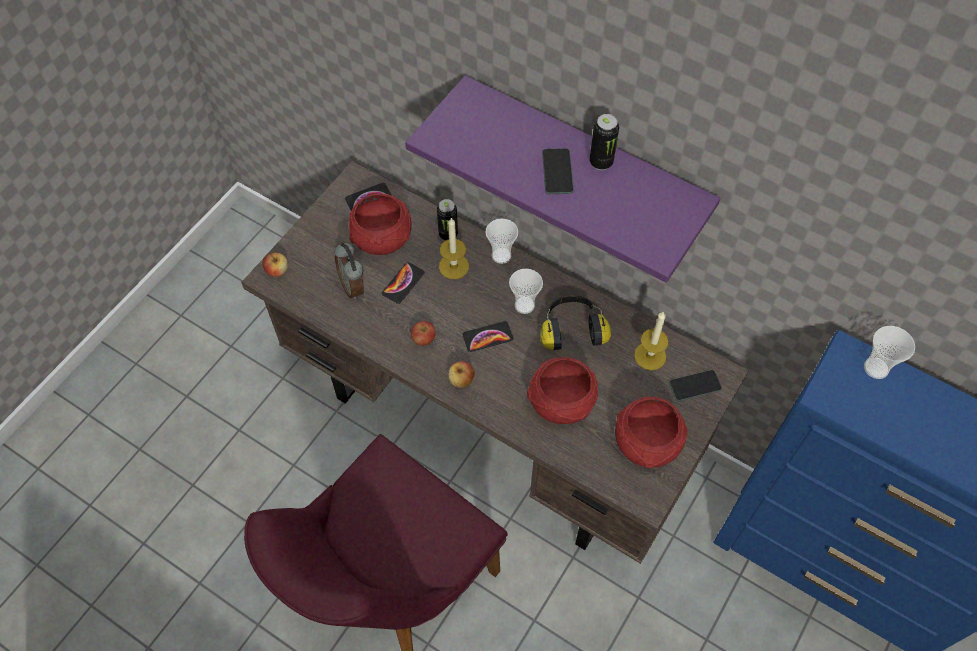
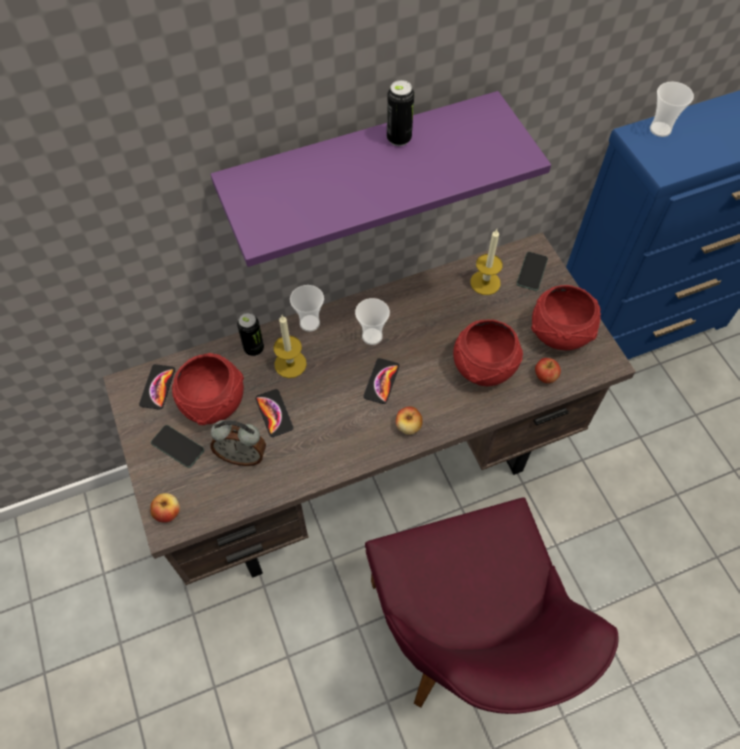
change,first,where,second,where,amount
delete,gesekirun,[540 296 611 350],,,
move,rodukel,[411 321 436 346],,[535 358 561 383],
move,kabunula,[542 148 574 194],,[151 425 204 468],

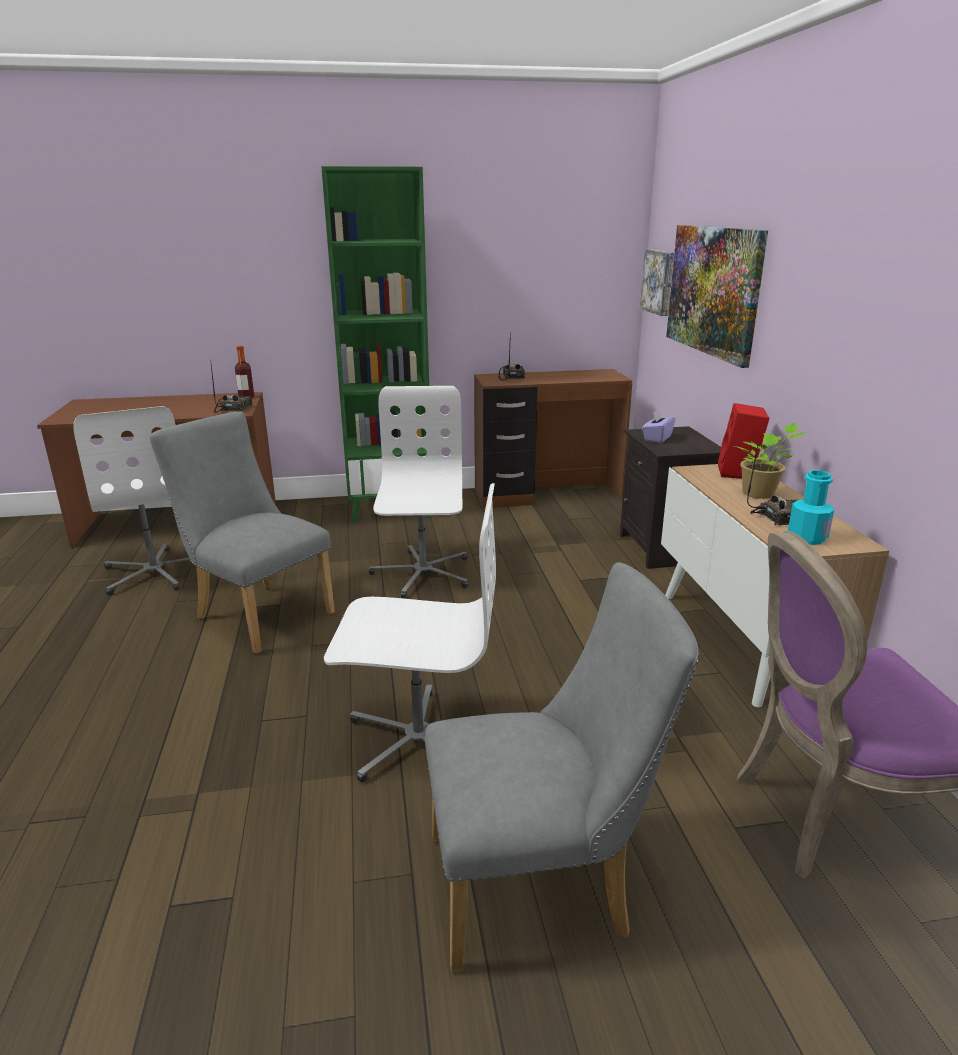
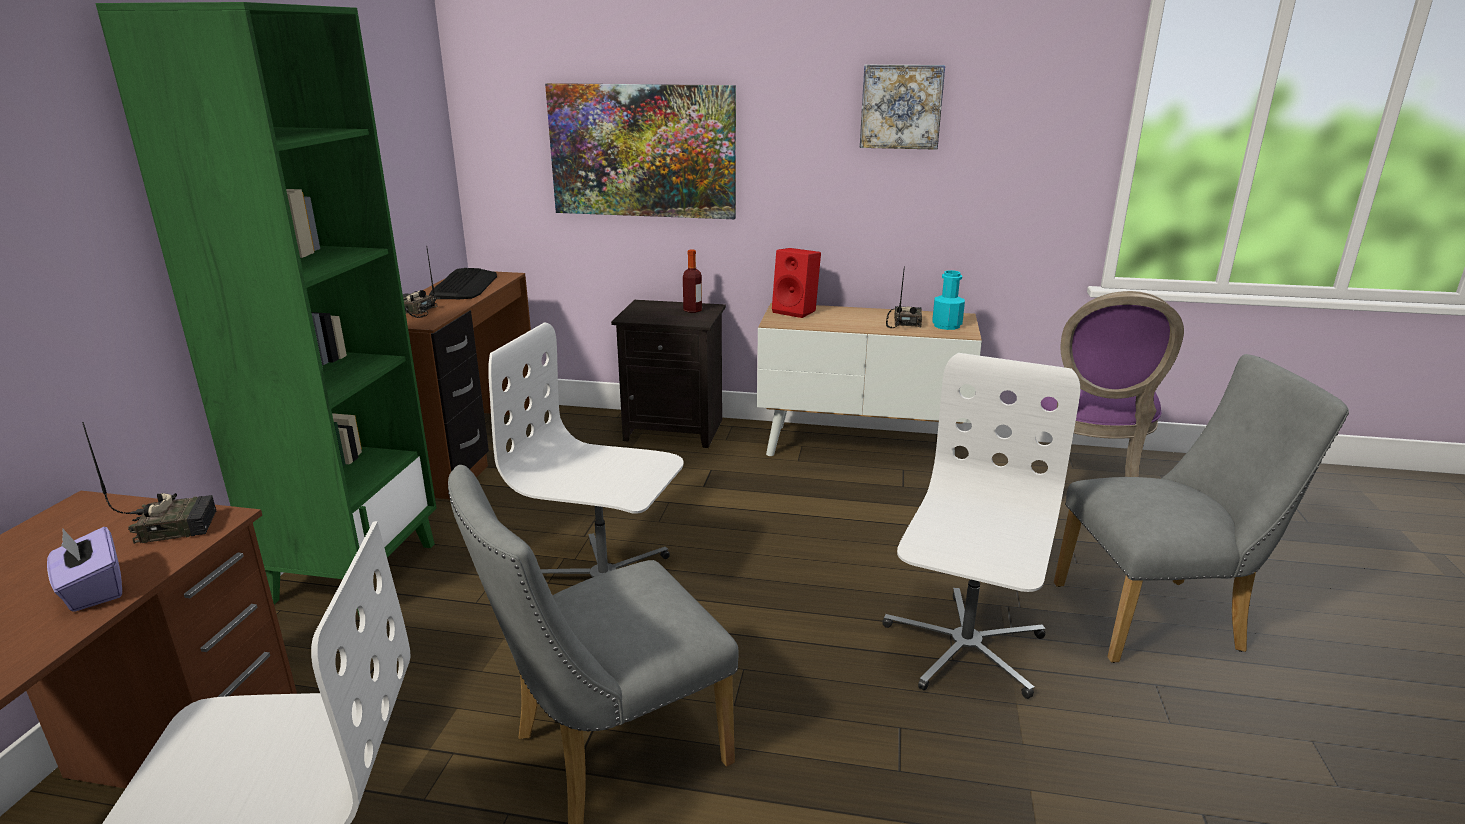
change,first,where,second,where,amount
delete,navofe,[735 423 805 499],,,
insert,,,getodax,[429 268 497 299],
move,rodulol,[235 346 254 398],,[683 250 702 313],
move,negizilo,[640 249 674 316],,[860 64 945 150],
move,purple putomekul,[642 409 675 443],,[47 527 122 612],
rotate,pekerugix,[210 360 253 413],,[82 422 216 544],135 degrees clockwise
rotate,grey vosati,[425 562 699 972],,[1054 354 1349 663],75 degrees clockwise

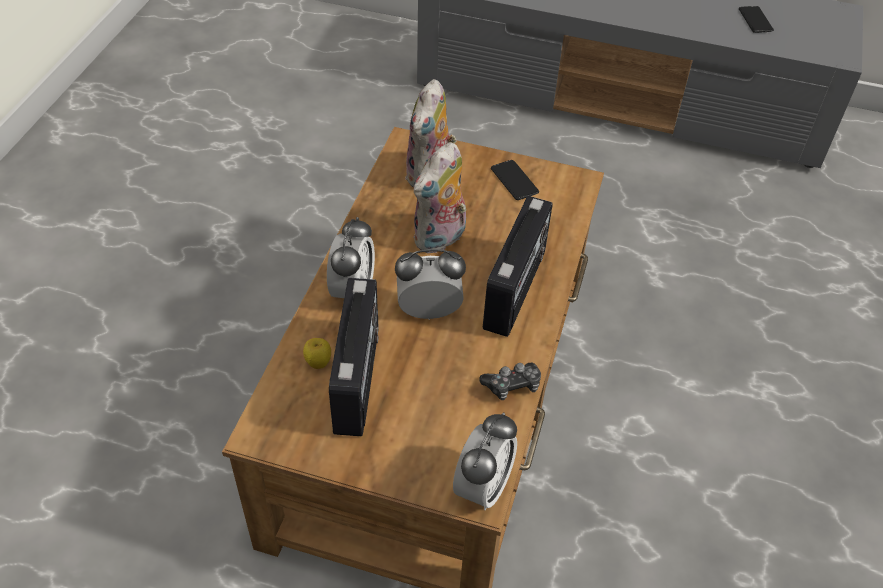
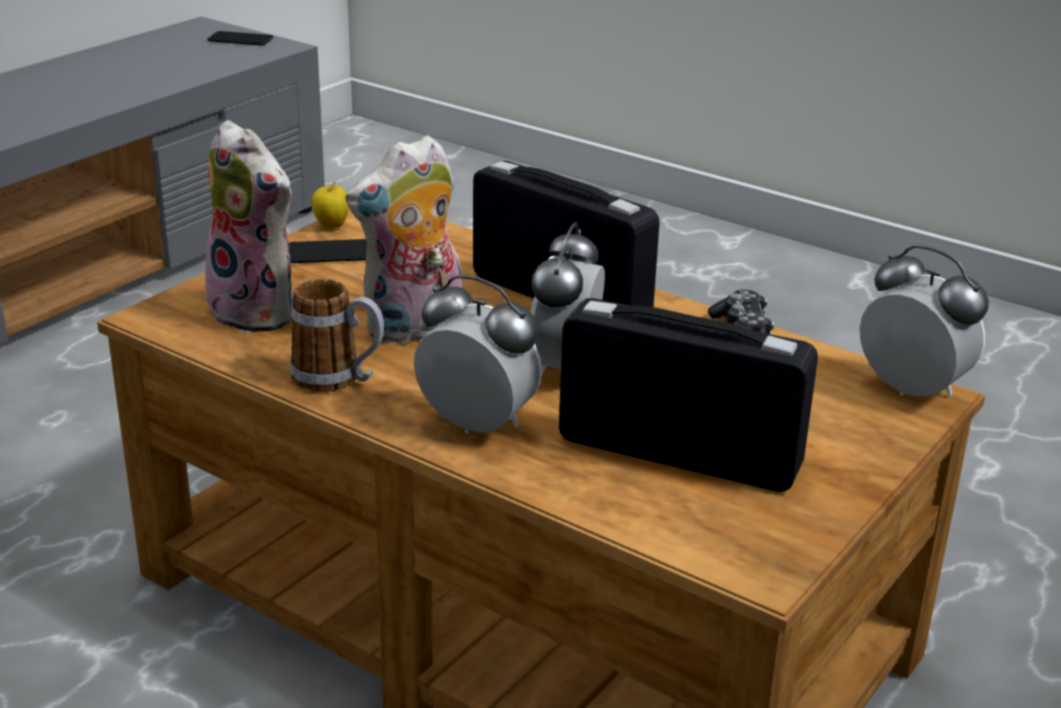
change,first,where,second,where,amount
insert,,,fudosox,[290 279 384 392],
move,rodukel,[303 338 331 369],,[311 181 349 229],
move,kabunula,[739 6 774 33],,[207 31 274 46],
rotate,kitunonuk,[413 142 466 254],,[345 135 462 344],90 degrees clockwise

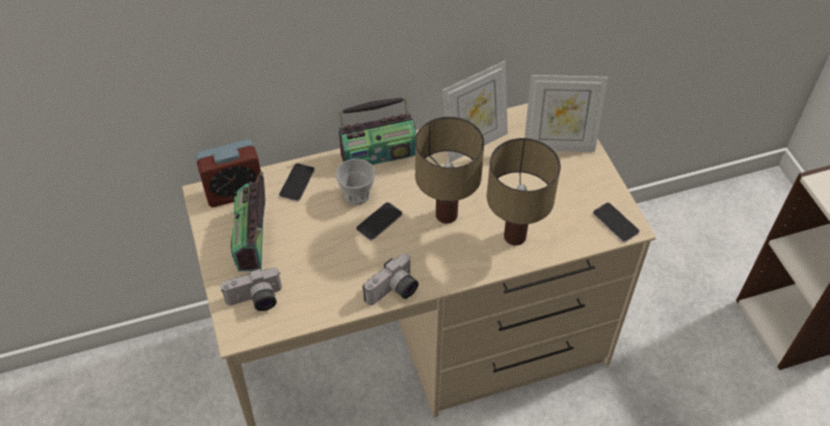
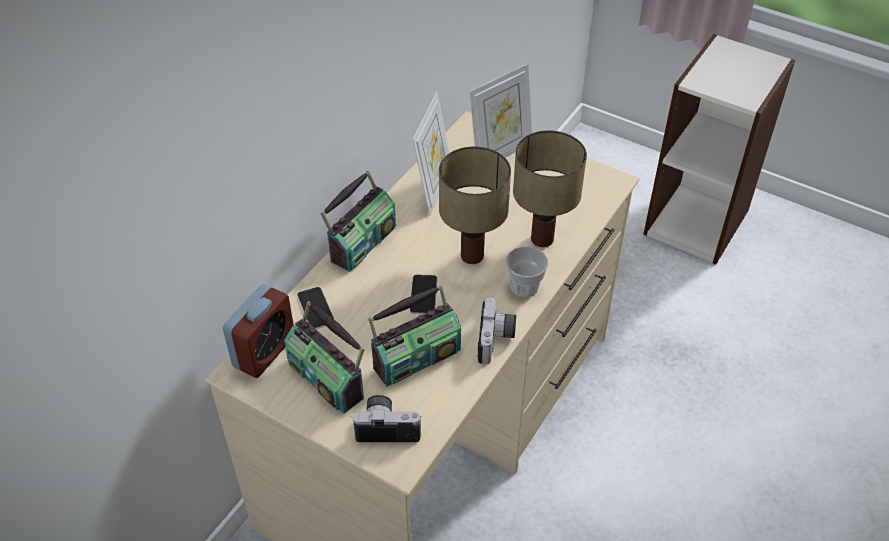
change,first,where,second,where,amount
delete,kabunula,[593 202 640 242],,,
insert,,,pekerugix,[368 285 461 387],
move,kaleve,[336 159 375 205],,[506 246 548 297],
rotate,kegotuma,[221 267 282 311],,[351 395 422 442],120 degrees counterclockwise

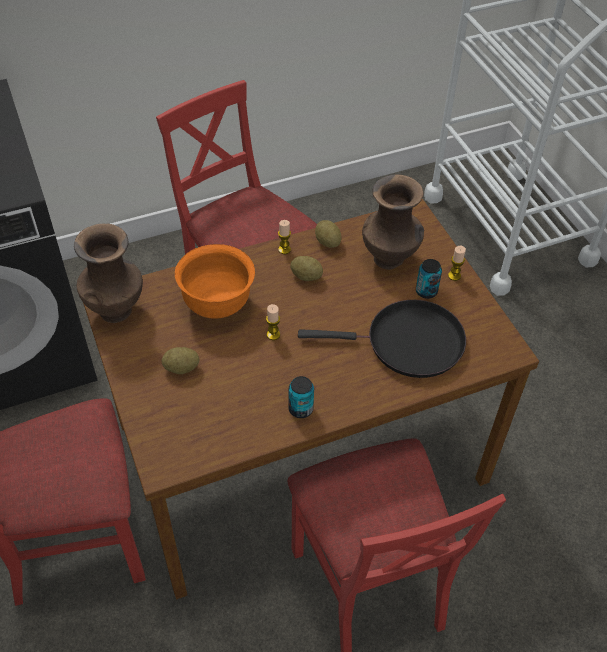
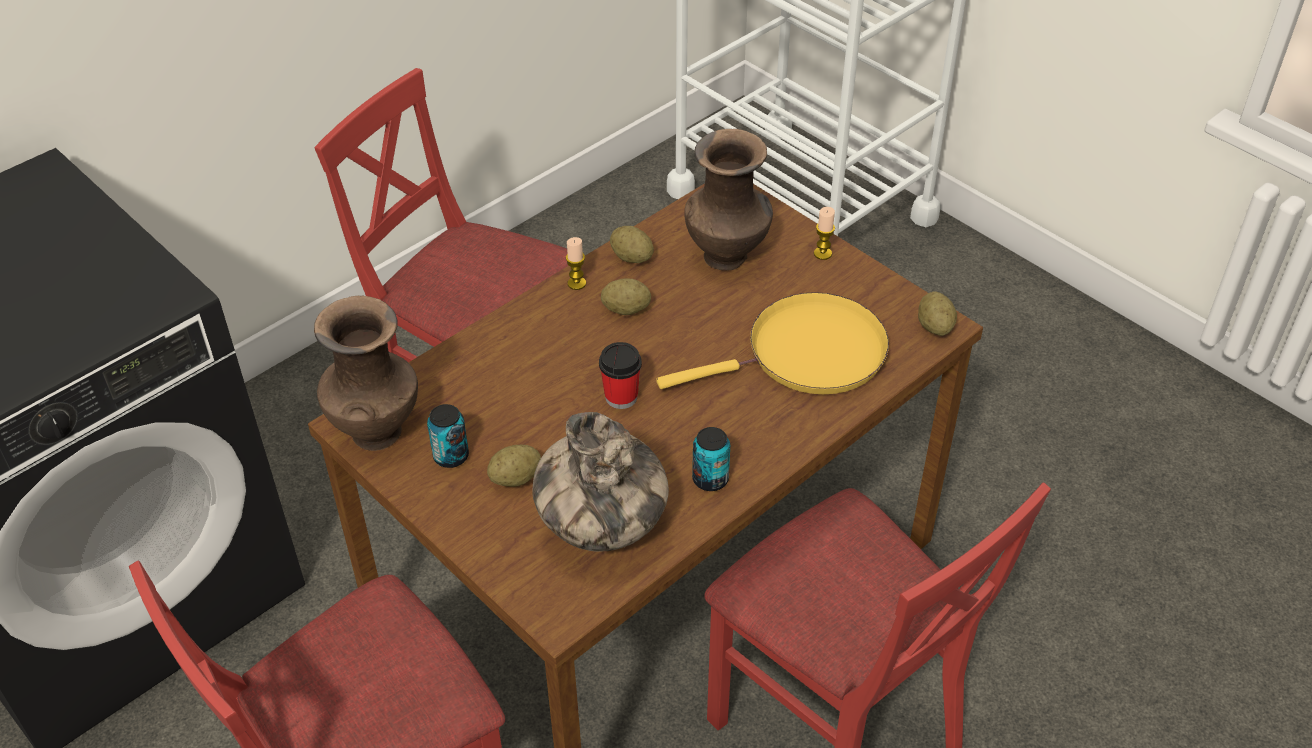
change,first,where,second,where,amount
delete,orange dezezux,[175 244 255 319],,,
insert,,,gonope,[532 412 669 551],
insert,,,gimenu,[918 291 957 336],
move,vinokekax,[416 259 442 299],,[427 404 469 468],
replace,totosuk,[266 304 280 340],kaleve,[599 342 642 409],
recolor,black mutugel,[298 300 466 378],yellow mutugel,[656 292 889 394],

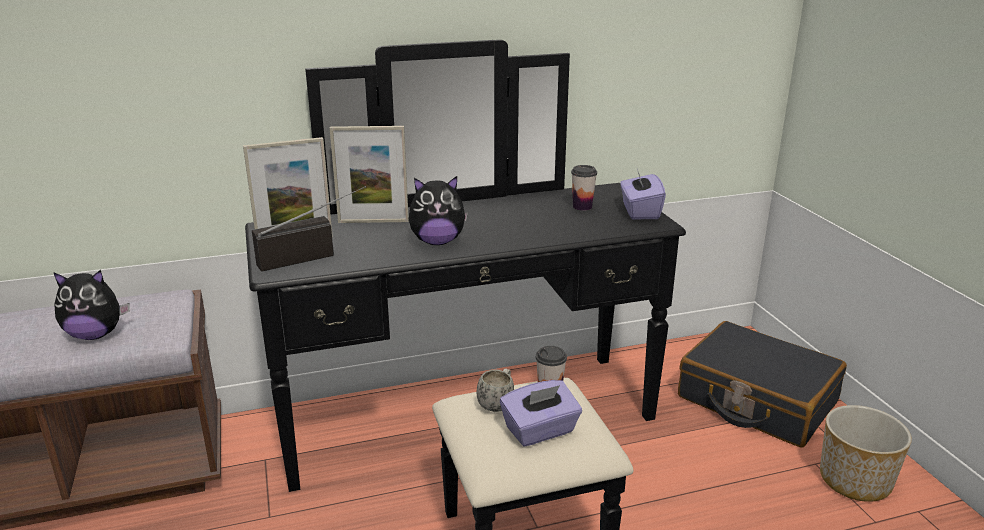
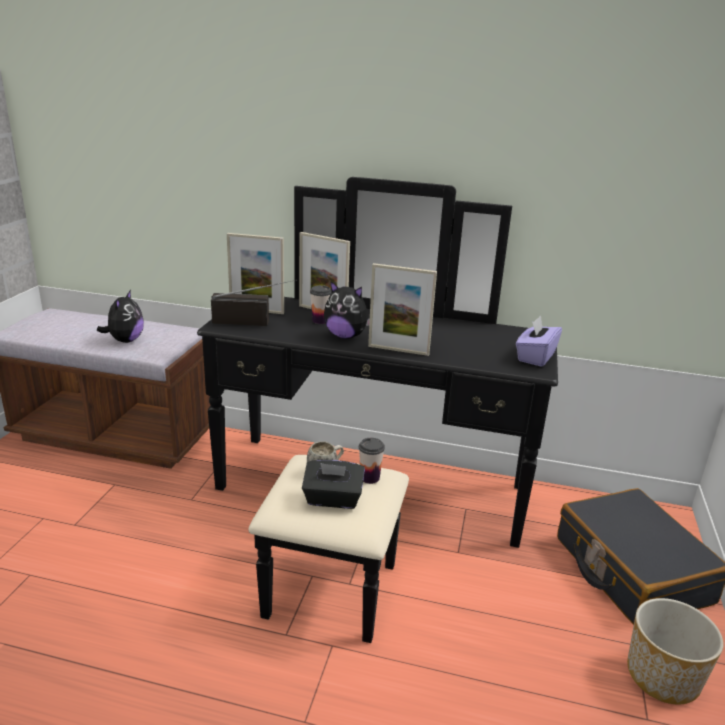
change,first,where,second,where,amount
insert,,,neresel,[368 263 437 356],
move,kaleve,[571 165 597 211],,[310 285 332 324],
recolor,purple putomekul,[500 380 582 446],black putomekul,[302 460 365 509],
rotate,kitunonuk,[53 270 130 340],,[97 290 144 343],105 degrees counterclockwise

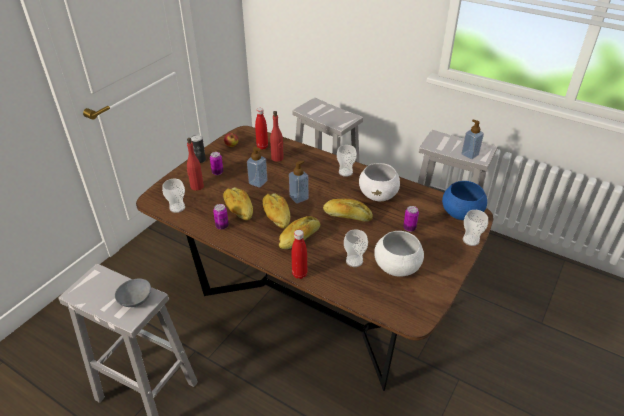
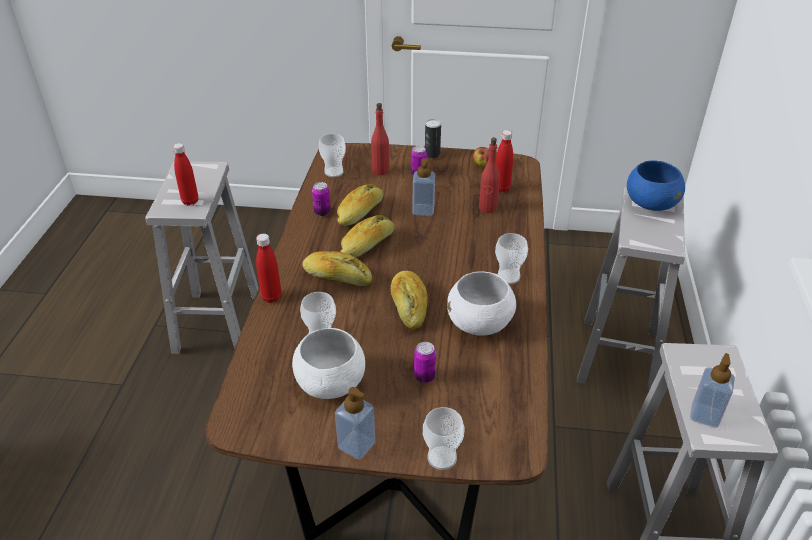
change,first,where,second,where,amount
move,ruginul,[289 161 309 203],,[335 387 375 460],
move,blue dezezux,[442 181 487 220],,[627 160 685 211],
replace,grey dezezux,[115 278 151 307],red rodulol,[173 143 198 206],

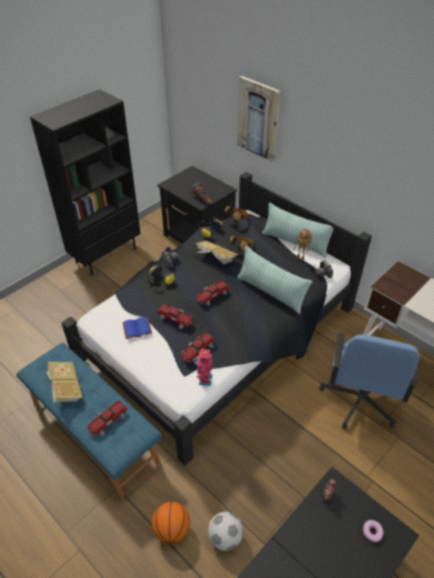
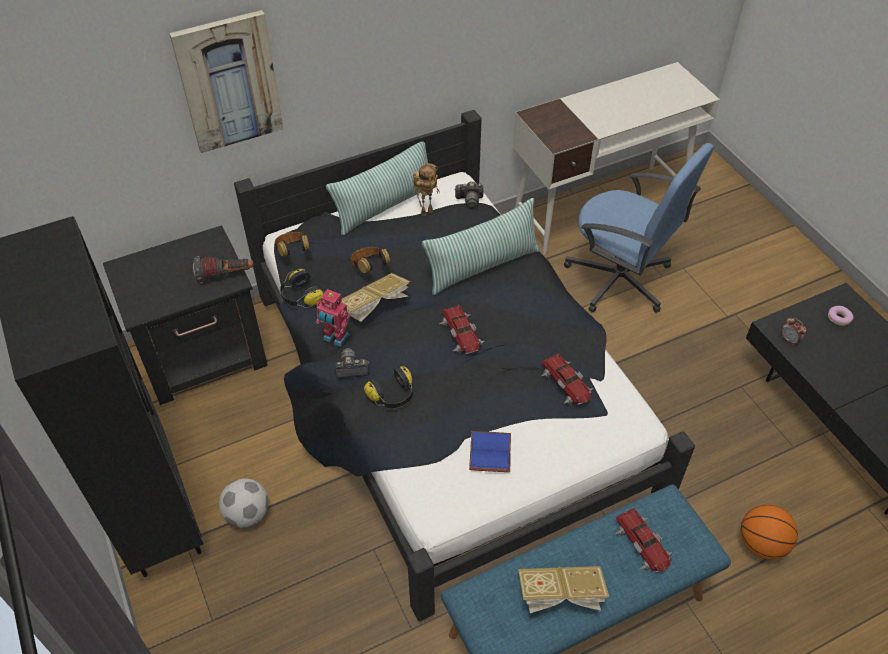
change,first,where,second,where,amount
delete,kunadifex,[157 304 193 329],,,
move,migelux,[195 349 213 386],,[316 289 350 347],
move,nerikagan,[208 512 243 551],,[219 478 268 528],

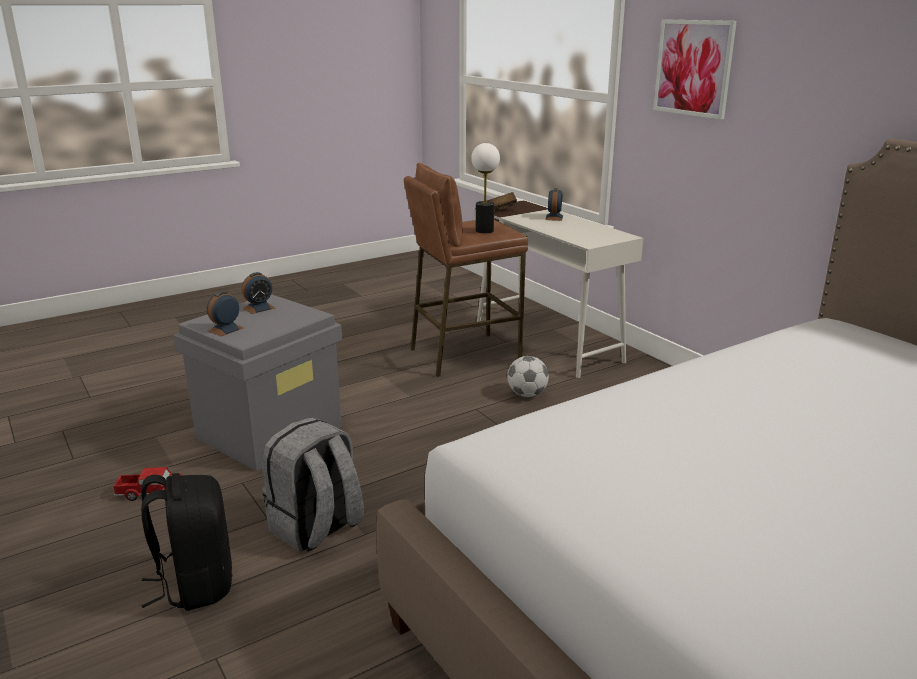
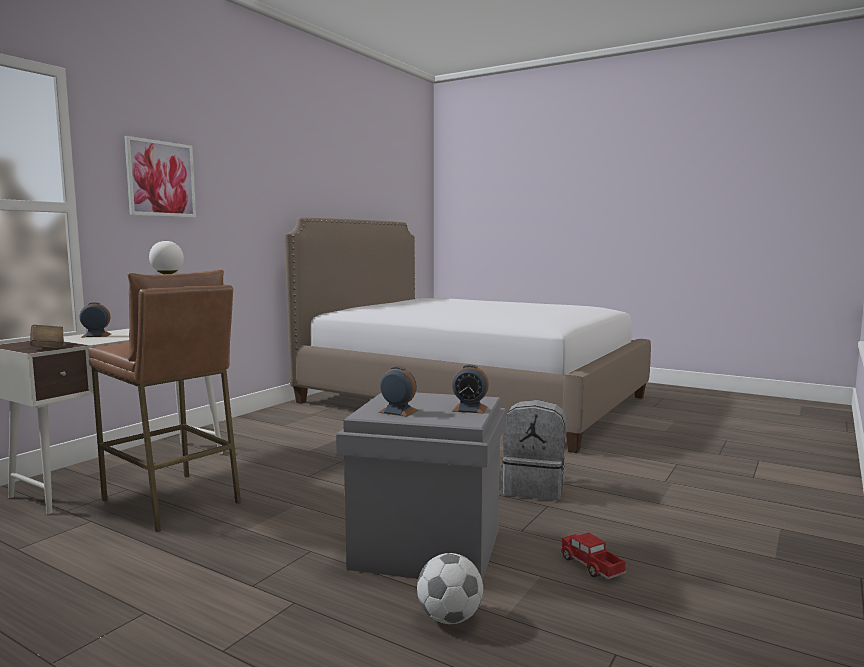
change,first,where,second,where,amount
delete,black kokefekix,[141 473 232 611],,,
move,nerikagan,[507 356 549 397],,[417 553 483 624],

